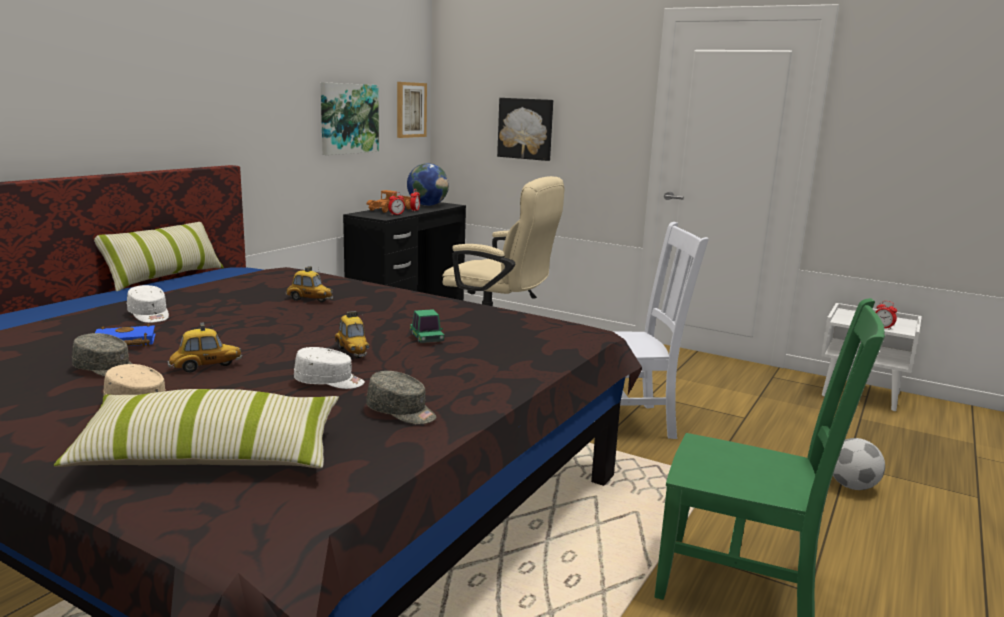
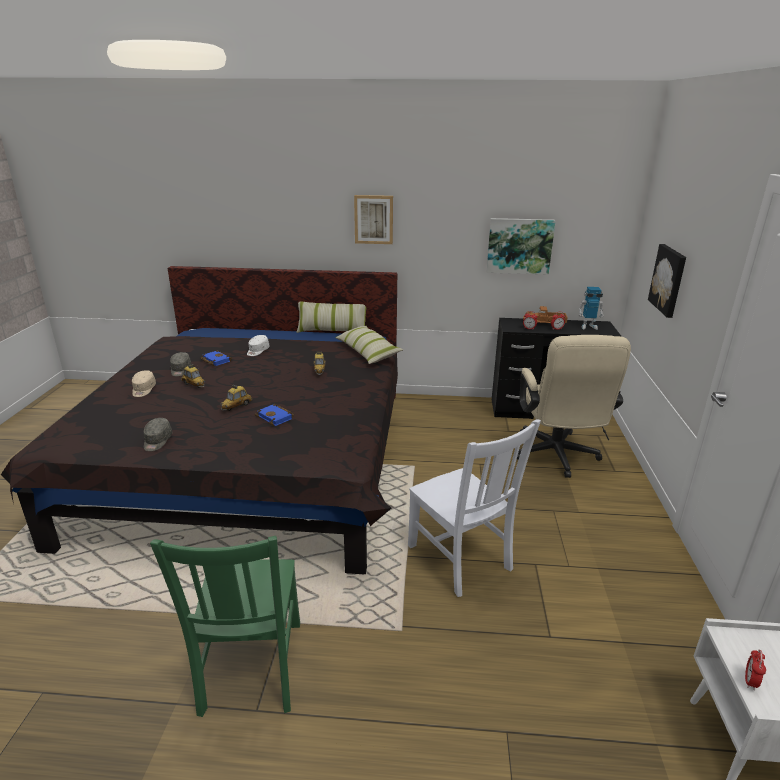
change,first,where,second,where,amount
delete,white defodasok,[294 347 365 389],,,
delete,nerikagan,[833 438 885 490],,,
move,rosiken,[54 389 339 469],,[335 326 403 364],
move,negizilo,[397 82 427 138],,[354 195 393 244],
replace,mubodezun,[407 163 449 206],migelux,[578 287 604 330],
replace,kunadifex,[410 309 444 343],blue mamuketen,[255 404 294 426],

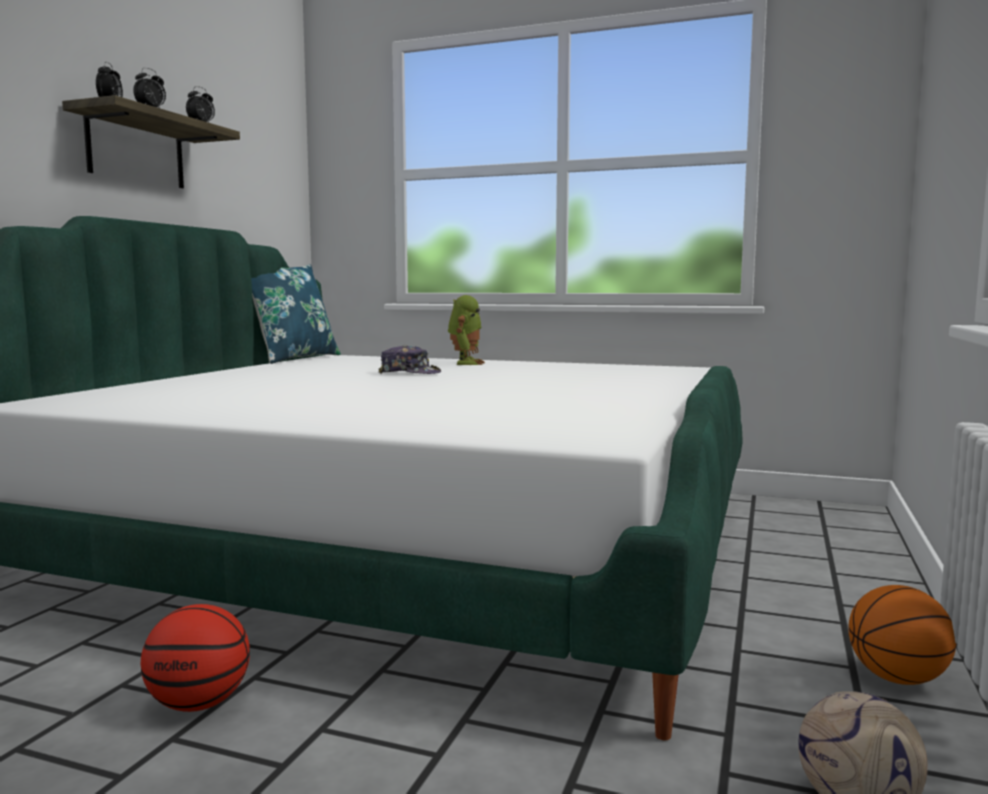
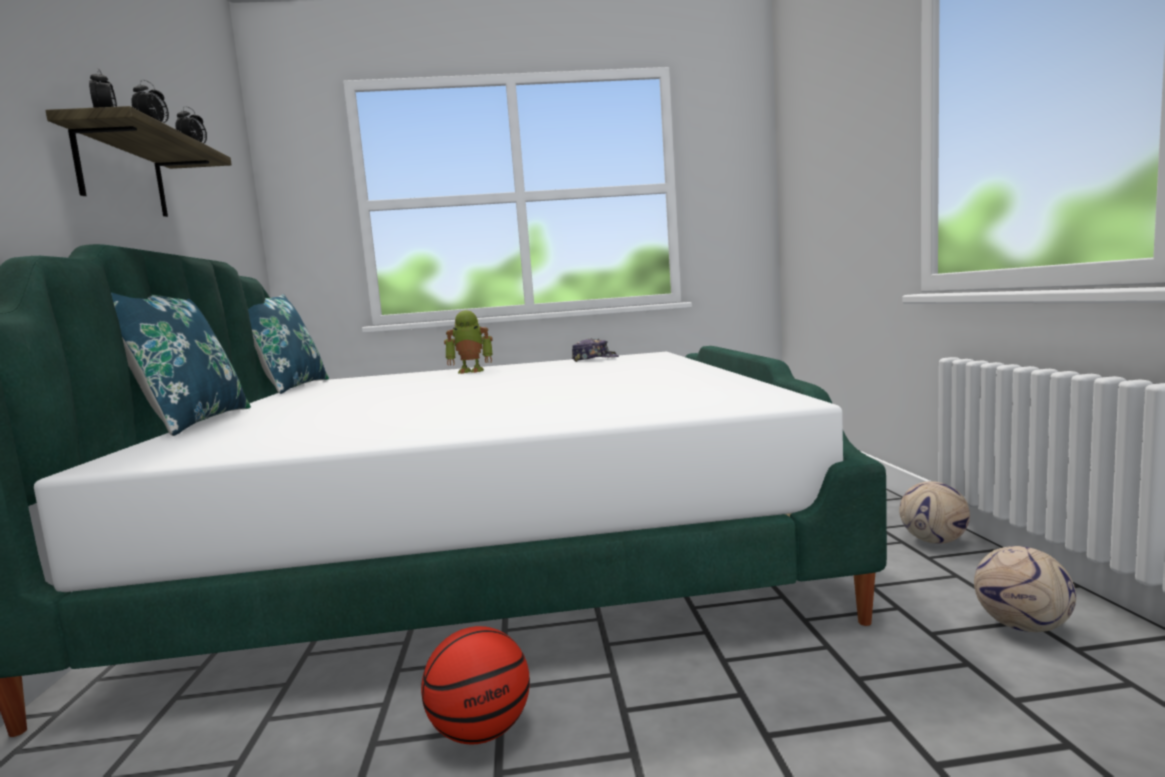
change,first,where,second,where,amount
insert,,,blue rosiken,[111 293 251 436],
move,defodasok,[379 345 441 374],,[572 338 619 362],
replace,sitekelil,[848 585 956 685],nerikagan,[899 481 970 544],
rotate,migelux,[448 295 485 365],,[444 310 493 374],105 degrees clockwise

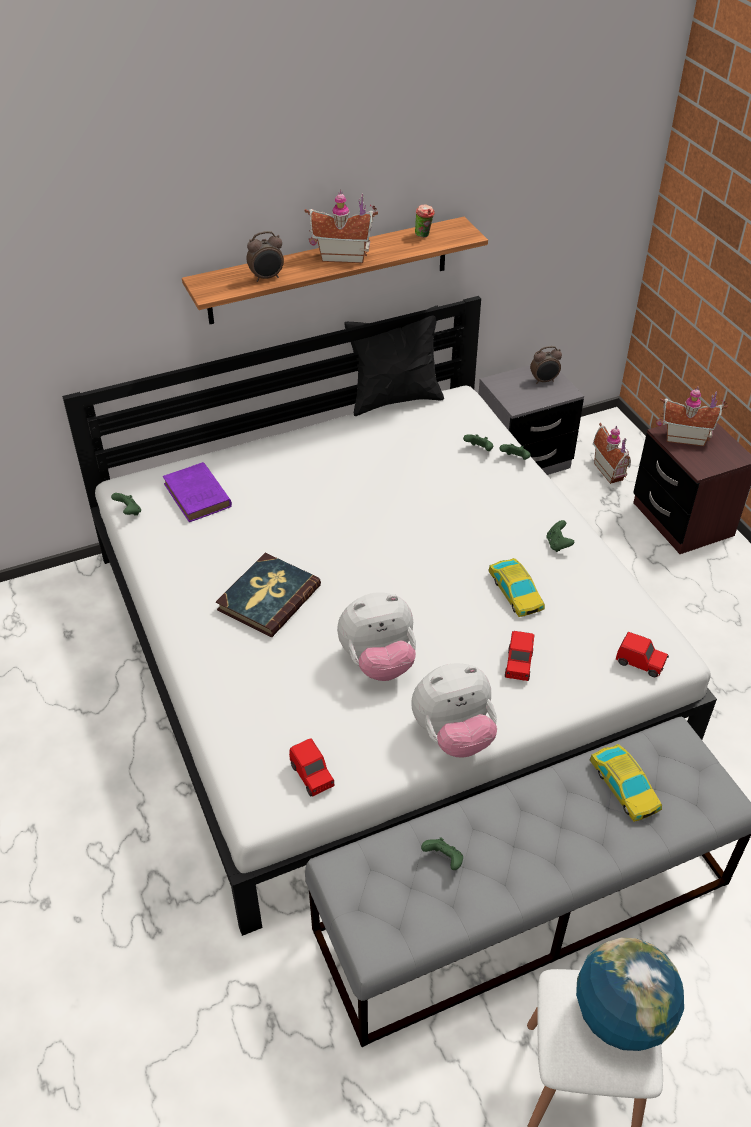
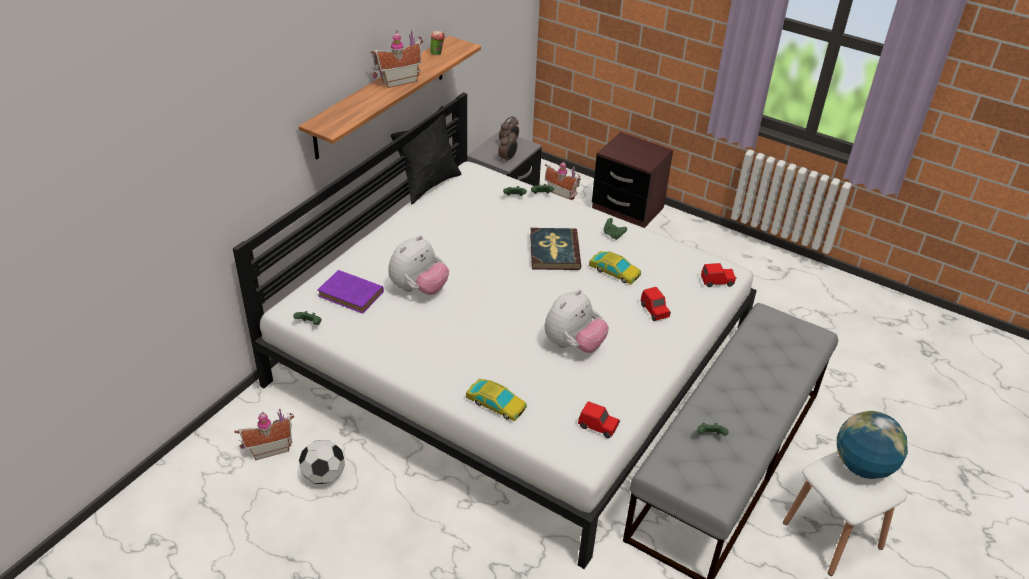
change,first,where,second,where,amount
insert,,,nerikagan,[299 440 345 484],
move,mamuketen,[216 553 321 637],,[530 228 581 270],
move,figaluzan,[246 231 284 282],,[498 131 517 163],
move,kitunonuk,[411 663 497 757],,[388 235 449 295],
move,kunadifex,[590 744 662 822],,[466 379 527 421],
move,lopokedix,[656 386 727 446],,[234 409 294 460],

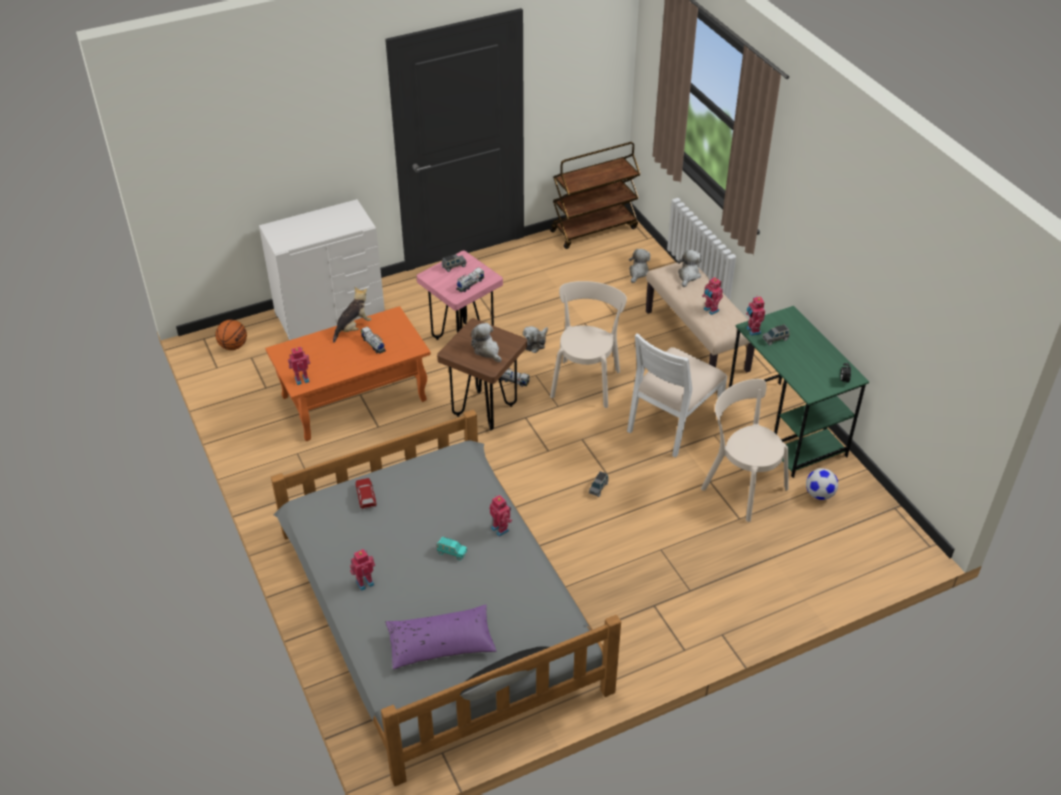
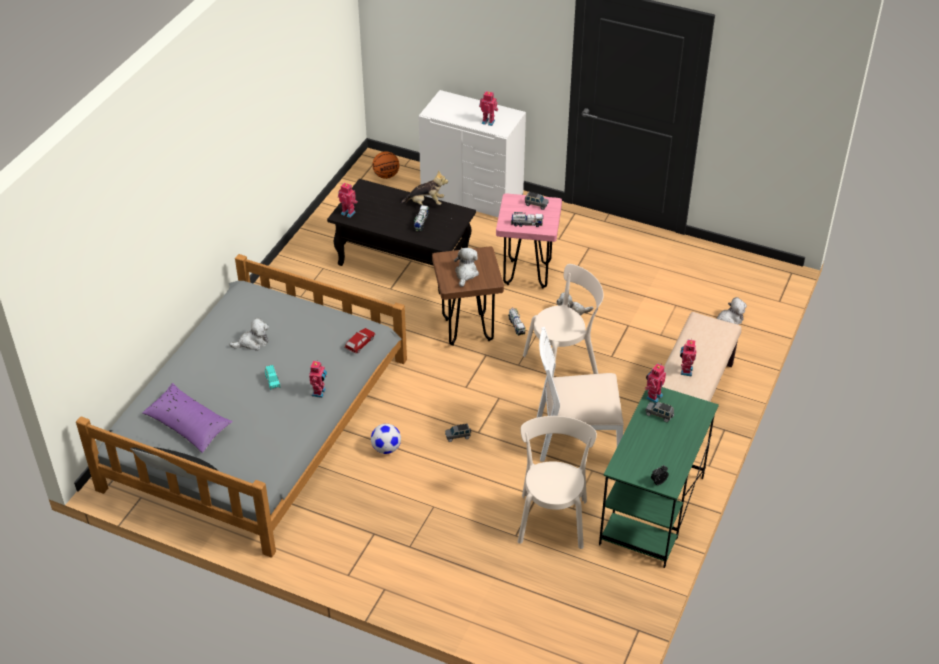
change,first,where,second,where,amount
delete,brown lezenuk,[550 142 641 249],,,
move,migelux,[350 549 375 591],,[479 91 498 126],
move,kunadifex,[355 478 377 509],,[344 328 375 353],
move,kitunonuk,[678 250 701 287],,[229 318 269 351],
move,nerikagan,[806 468 838 500],,[371 424 401 454],
recolor,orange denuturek,[265 306 431 441],black denuturek,[327 179 476 294],

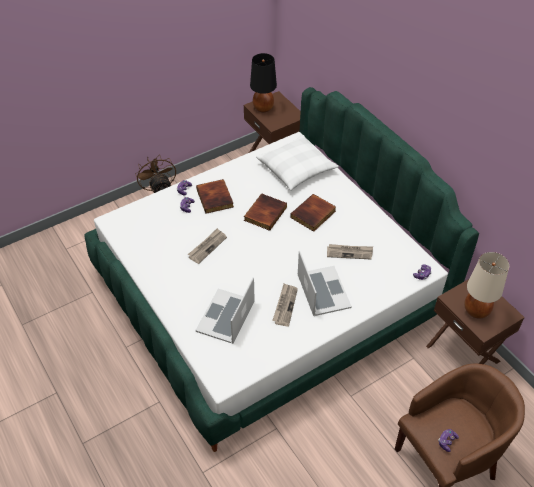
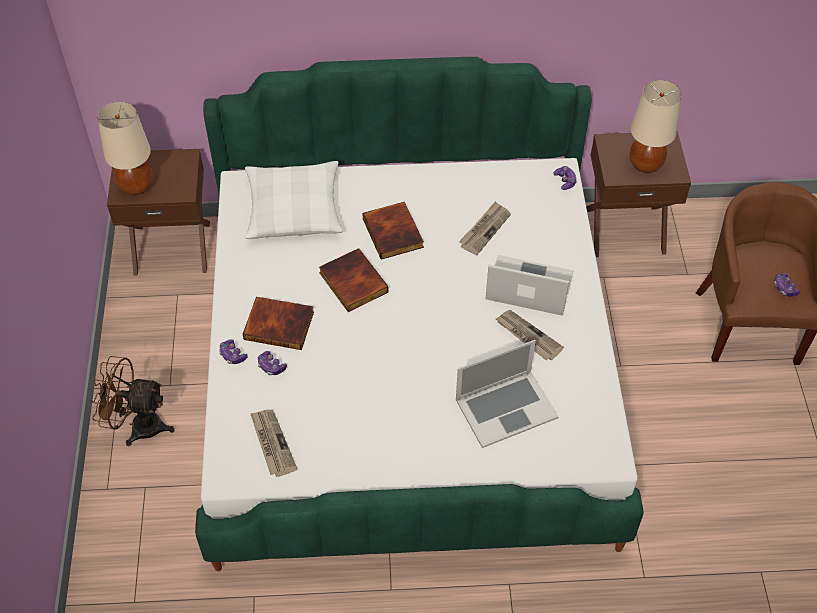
change,first,where,second,where,amount
move,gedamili,[188 228 227 264],,[250 410 297 477],
recolor,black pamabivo,[250 53 277 113],beige pamabivo,[97 102 153 195],
rotate,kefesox,[195 277 255 344],,[456 340 559 448],75 degrees counterclockwise

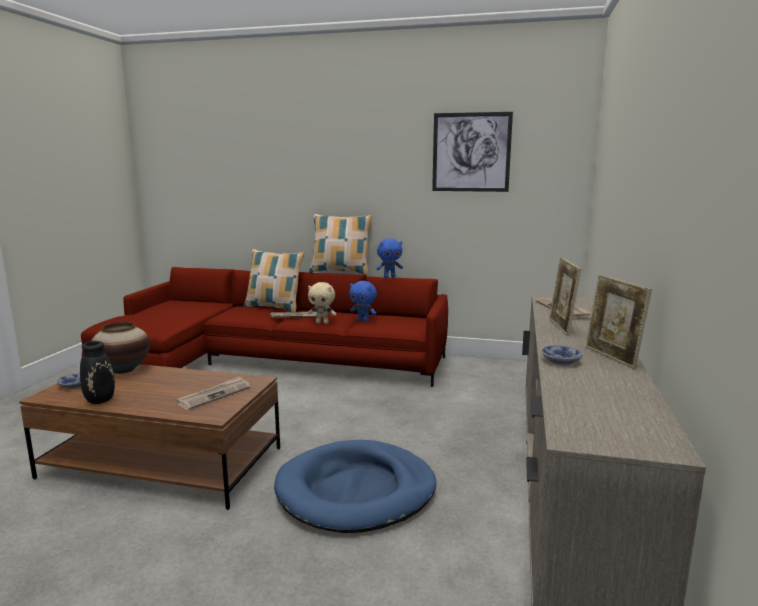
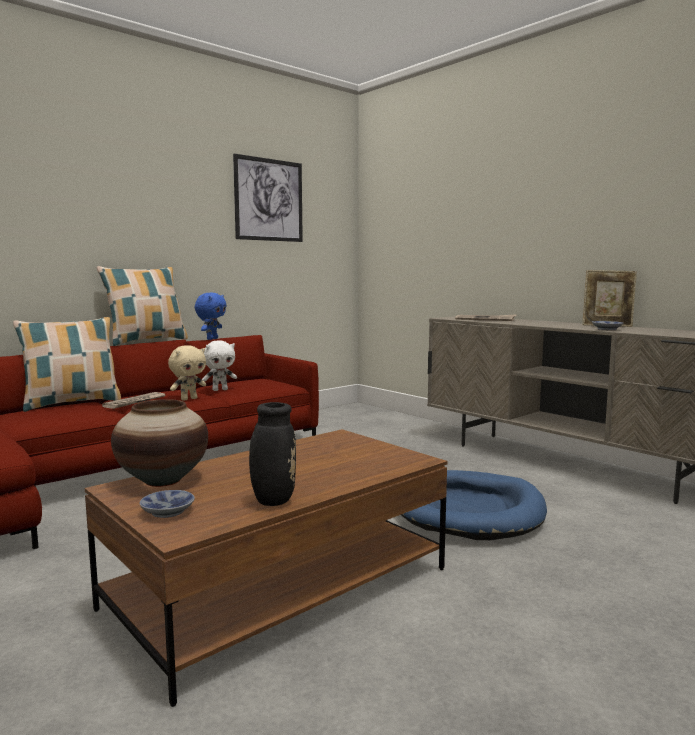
change,first,where,second,where,amount
delete,gedamili,[177 376 250 410],,,
delete,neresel,[549 257 581 336],,,
recolor,blue kitunonuk,[349 281 377 322],white kitunonuk,[202 341 237 391],

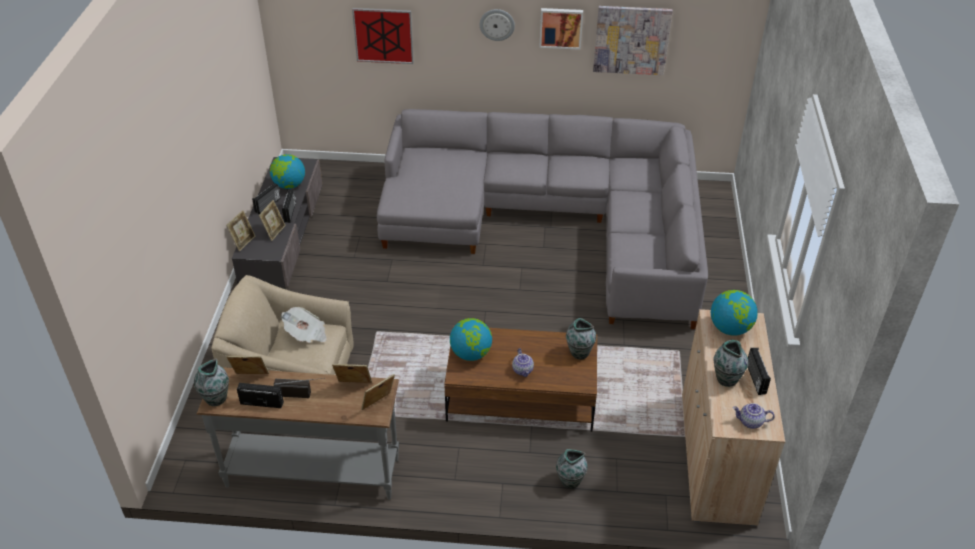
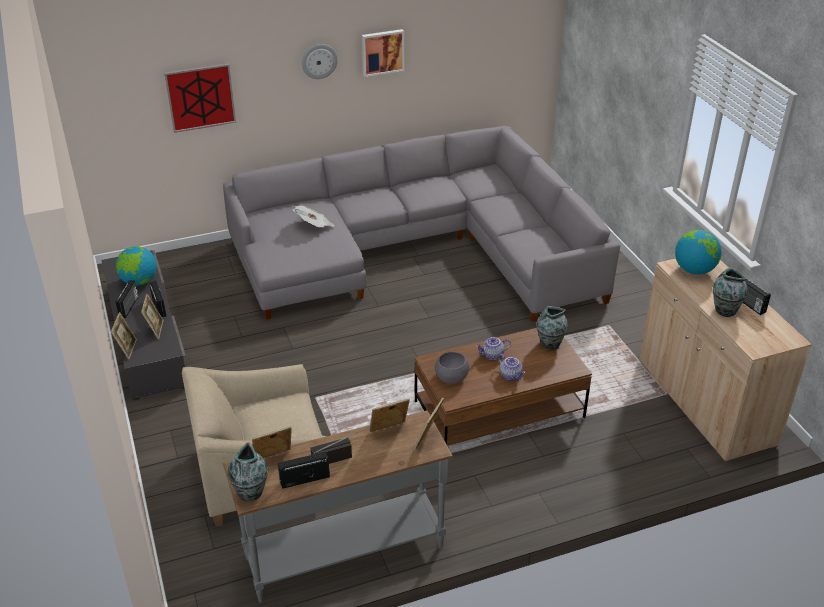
change,first,where,second,where,amount
delete,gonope,[556 449 588 489],,,
delete,negizilo,[593 6 673 75],,,
move,gedamili,[281 307 327 343],,[292 205 335 228],
move,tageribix,[733 403 775 429],,[476 337 511 360],
replace,mubodezun,[450 318 492 361],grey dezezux,[435 352 469 384],

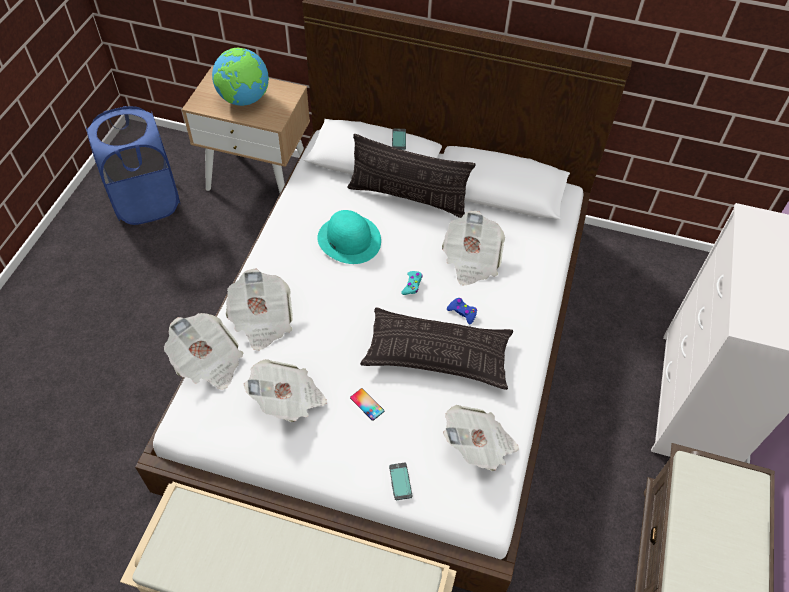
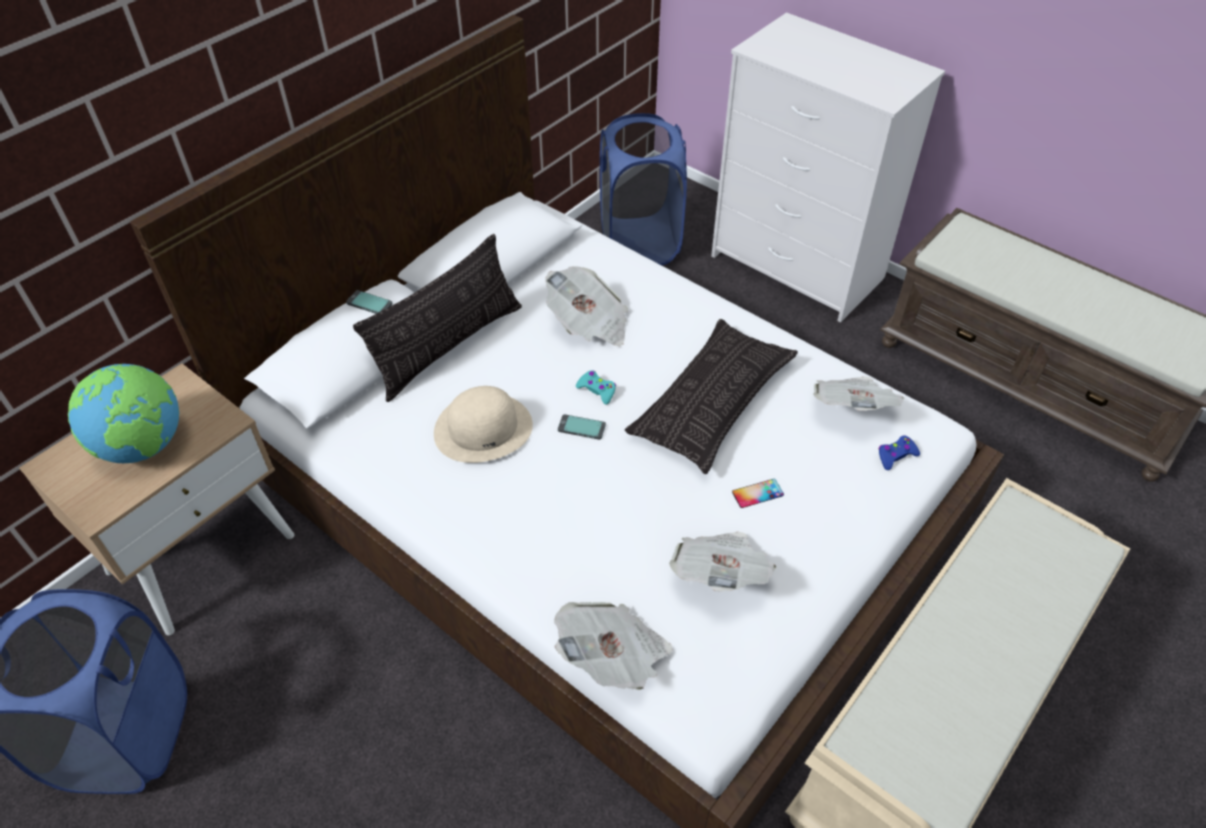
change,first,where,second,where,amount
delete,gedamili,[225 269 293 351],,,
insert,,,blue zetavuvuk,[600 113 687 265],
move,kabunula,[389 463 412 500],,[558 414 606 440],
move,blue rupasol,[447 298 477 324],,[878 435 920 470],
recolor,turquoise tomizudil,[317 210 381 264],beige tomizudil,[434 386 533 463],

